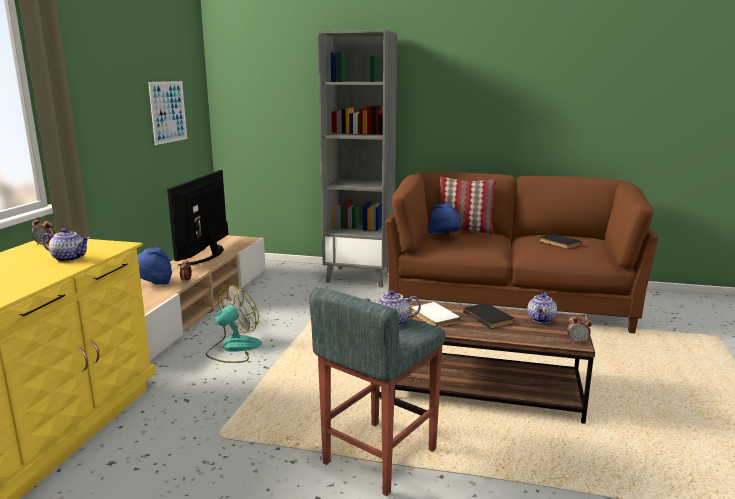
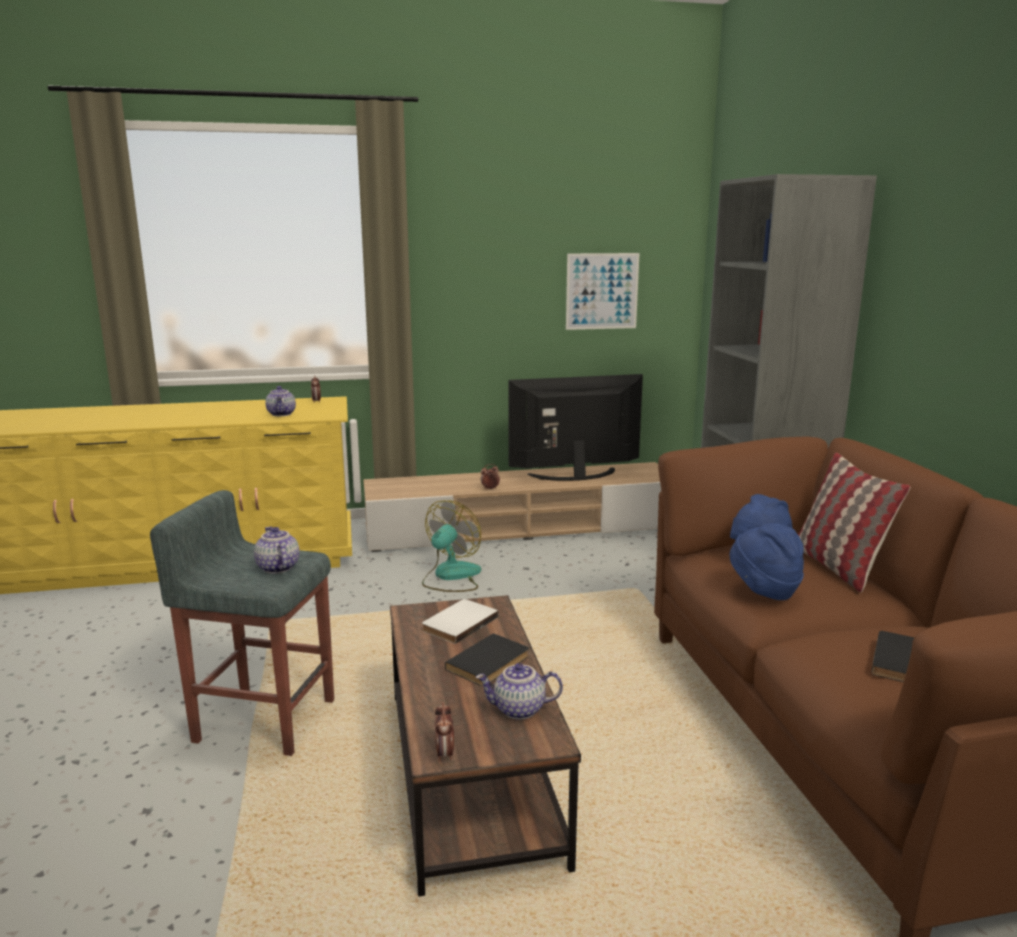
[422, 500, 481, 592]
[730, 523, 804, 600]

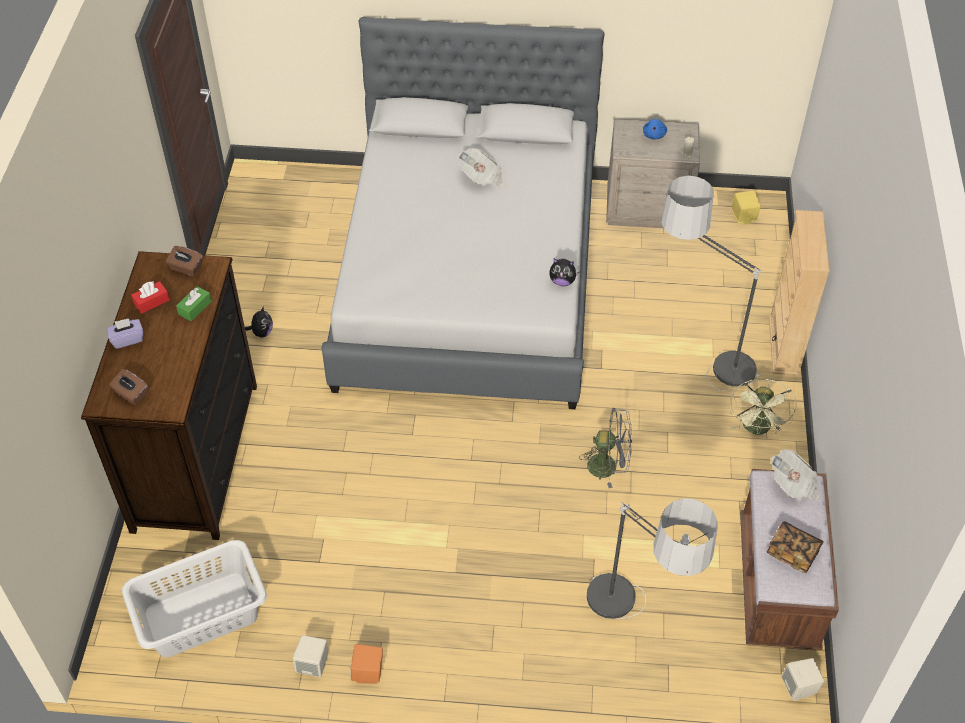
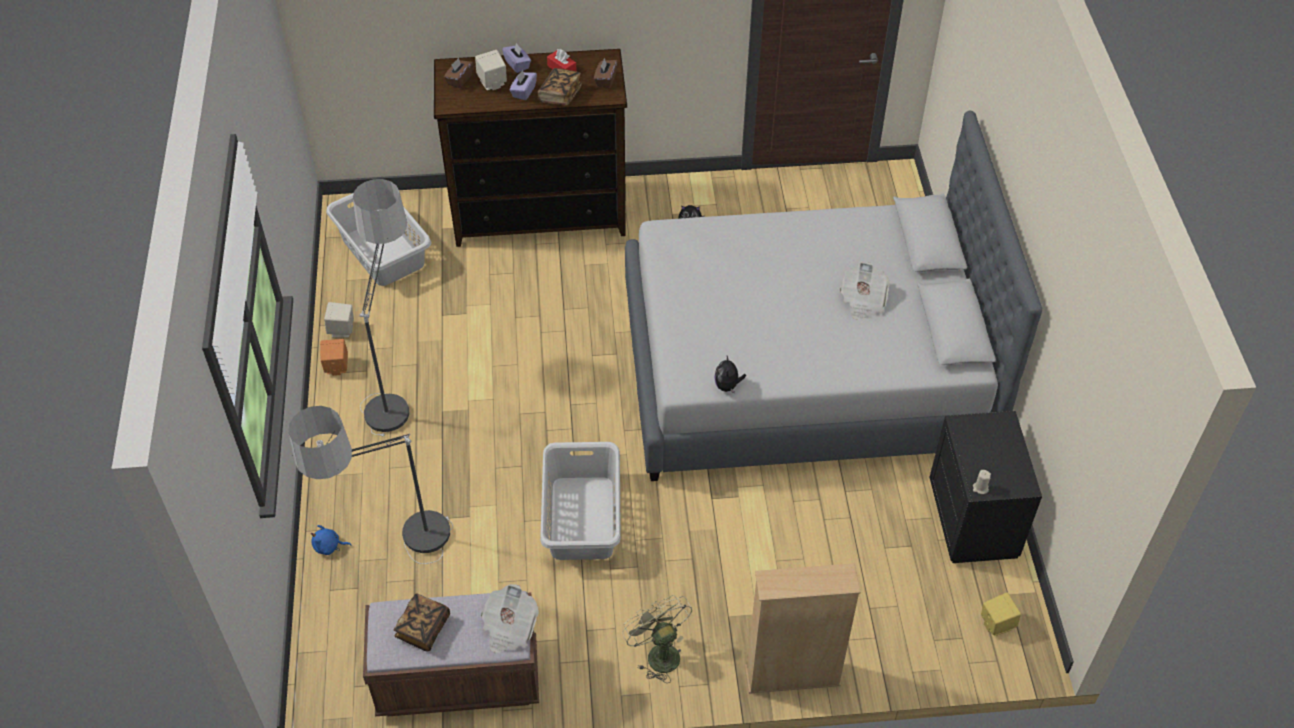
[311, 525, 351, 555]
[353, 179, 409, 437]
[475, 50, 507, 90]
[510, 70, 537, 100]
[537, 68, 582, 105]
[540, 442, 621, 560]
[622, 595, 692, 683]
[929, 411, 1042, 563]

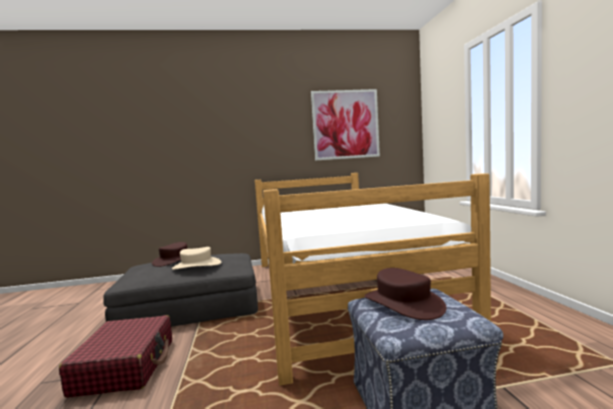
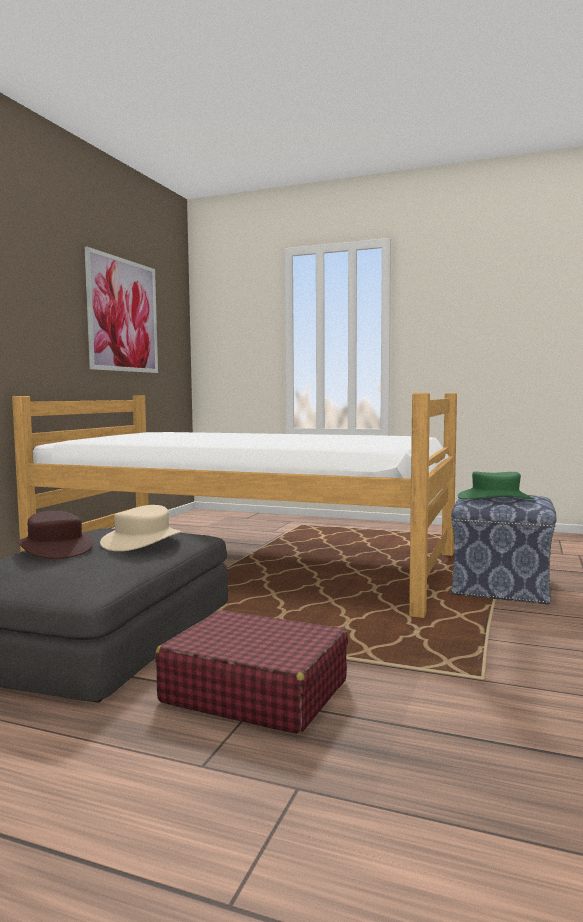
[458, 471, 535, 499]

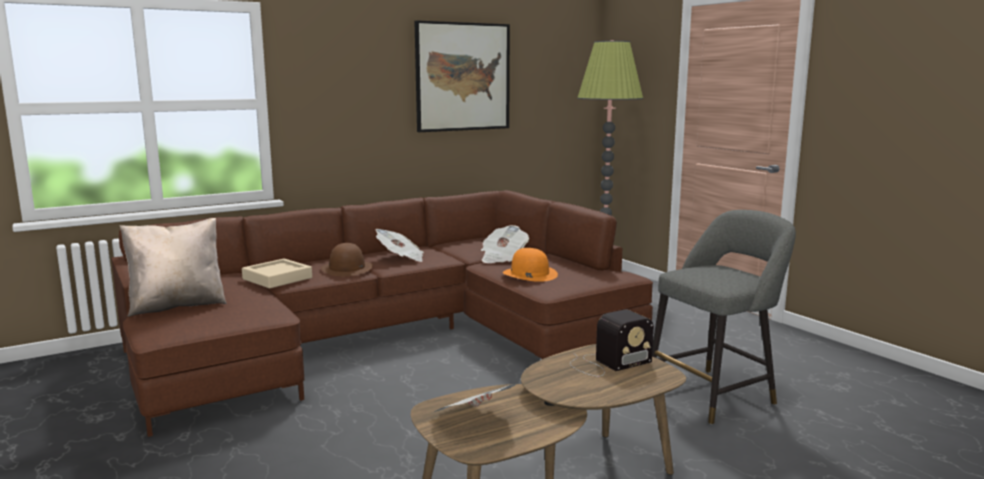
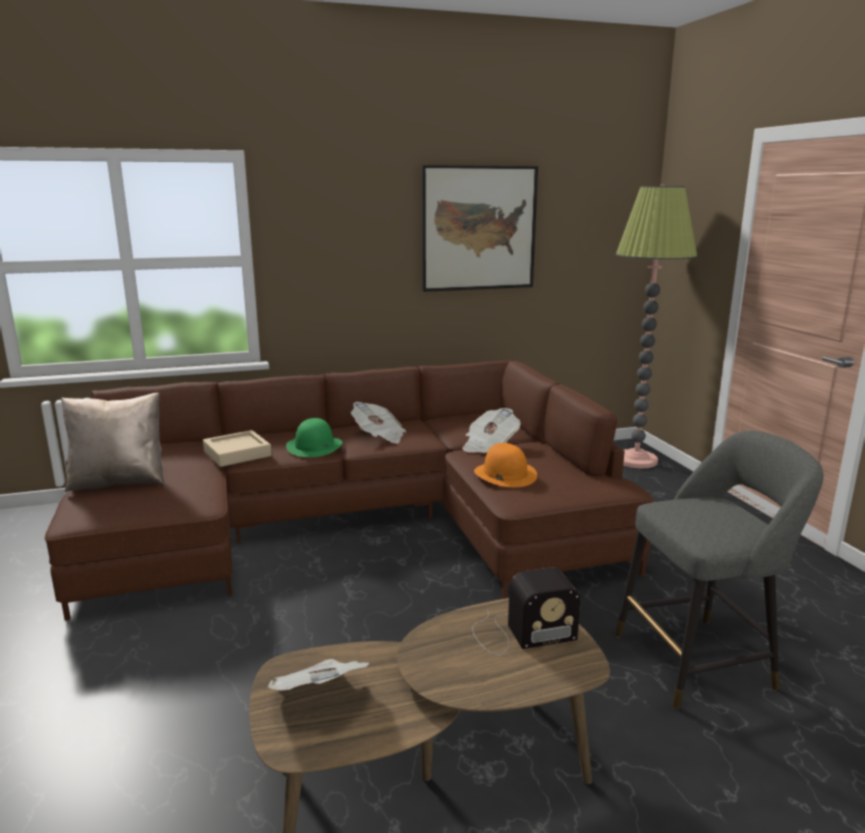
[286, 418, 342, 457]

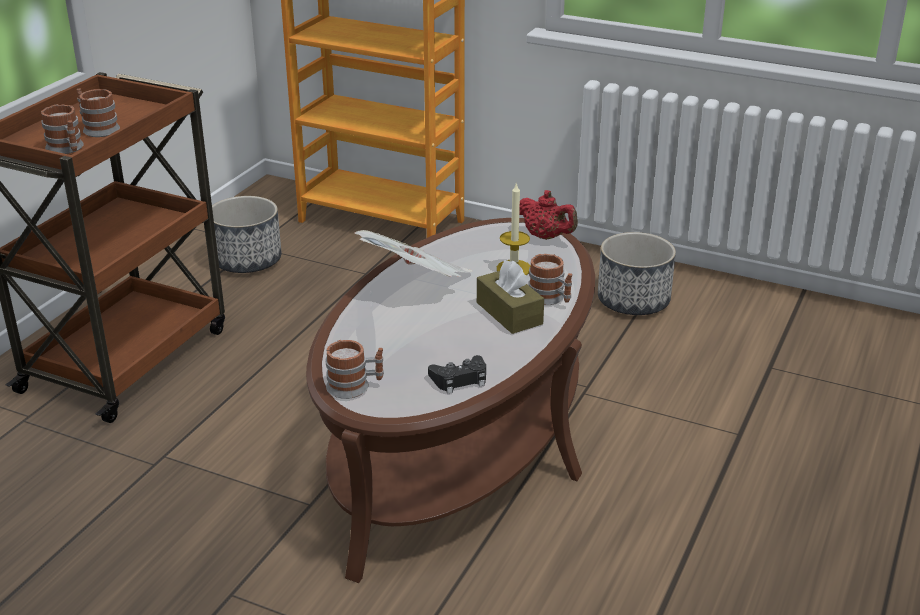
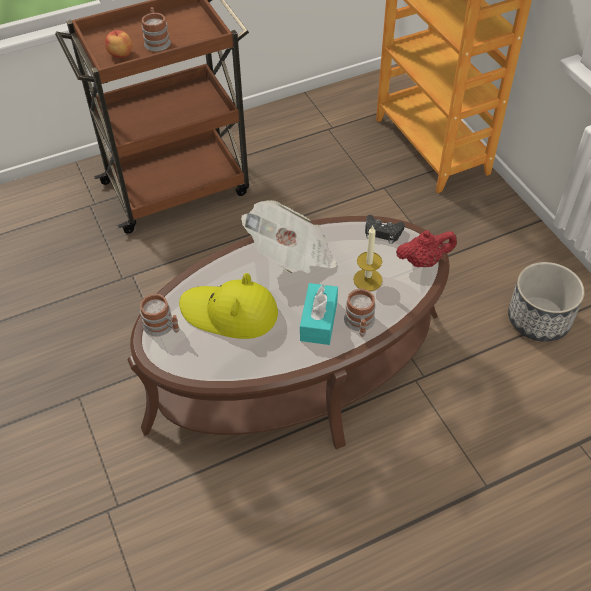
[105, 30, 133, 58]
[179, 273, 278, 339]
[300, 283, 338, 345]
[365, 215, 405, 244]
[396, 230, 457, 267]
[212, 196, 281, 273] (first image)

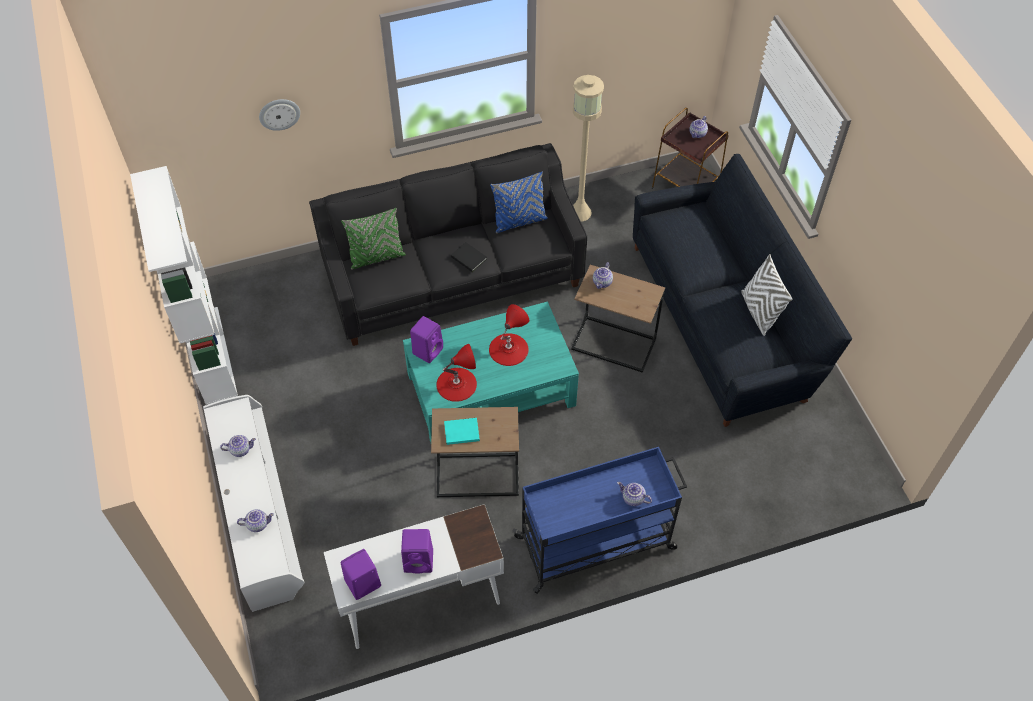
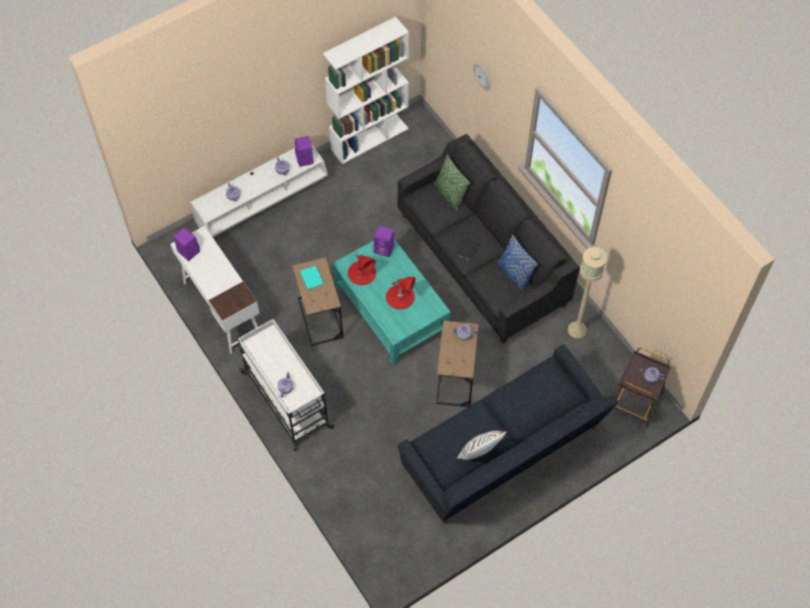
[238, 319, 334, 451]
[295, 136, 314, 167]

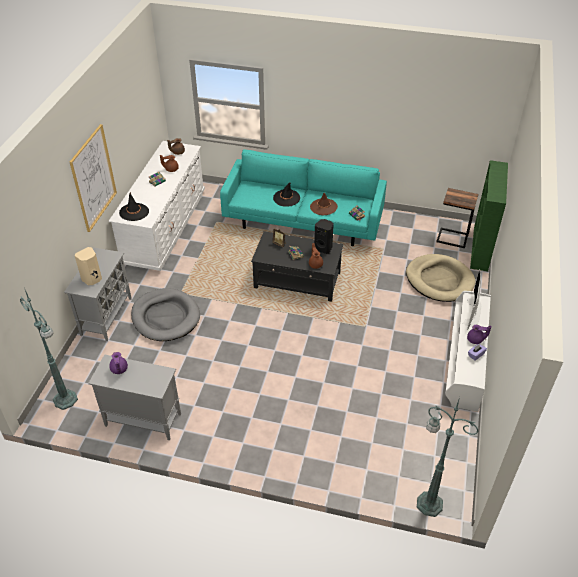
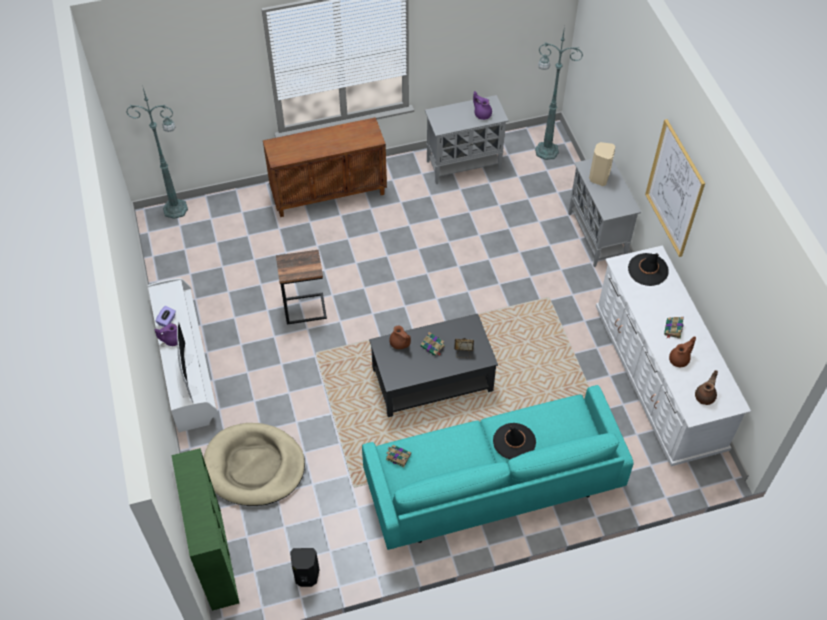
[263, 117, 387, 217]
[276, 250, 327, 325]
[290, 548, 320, 587]
[131, 288, 200, 341] (first image)
[310, 193, 338, 215] (first image)

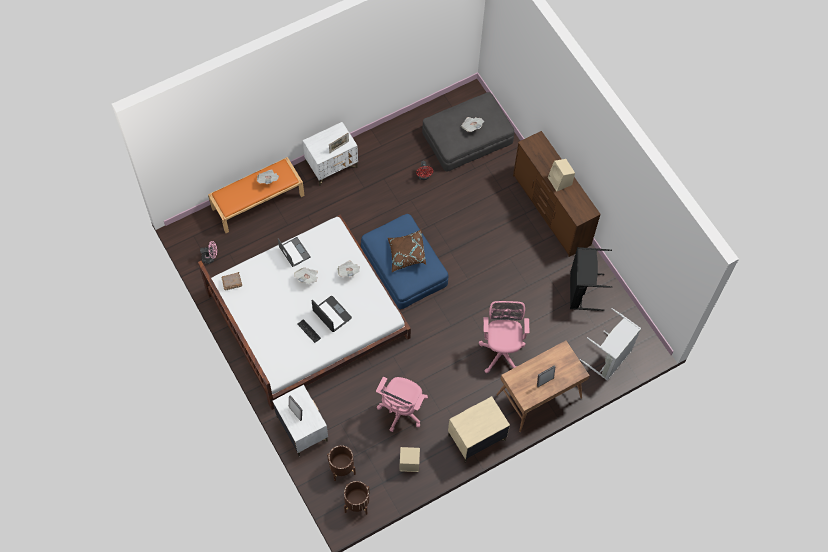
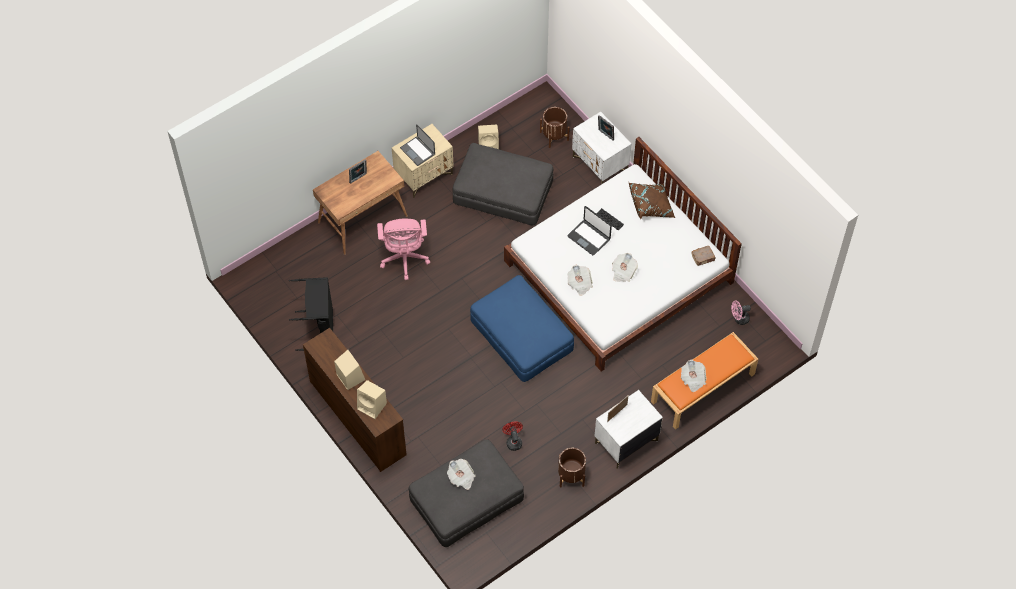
[357, 380, 387, 419]
[400, 124, 435, 166]
[452, 143, 553, 225]
[558, 448, 586, 488]
[629, 183, 675, 219]
[580, 308, 641, 381] (first image)

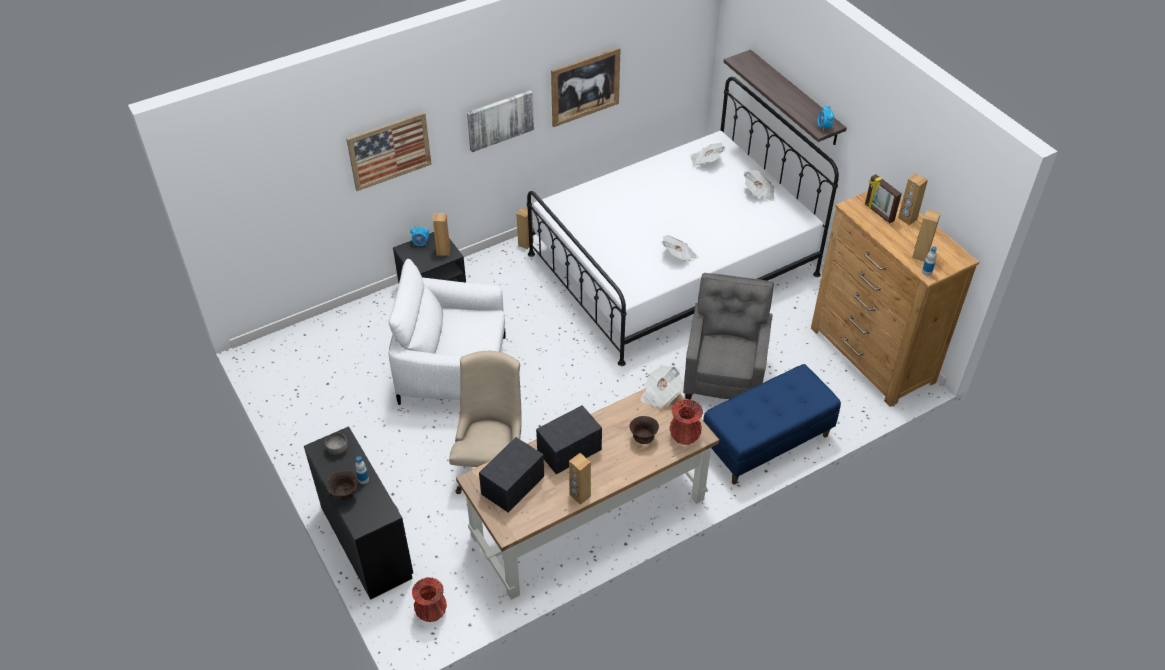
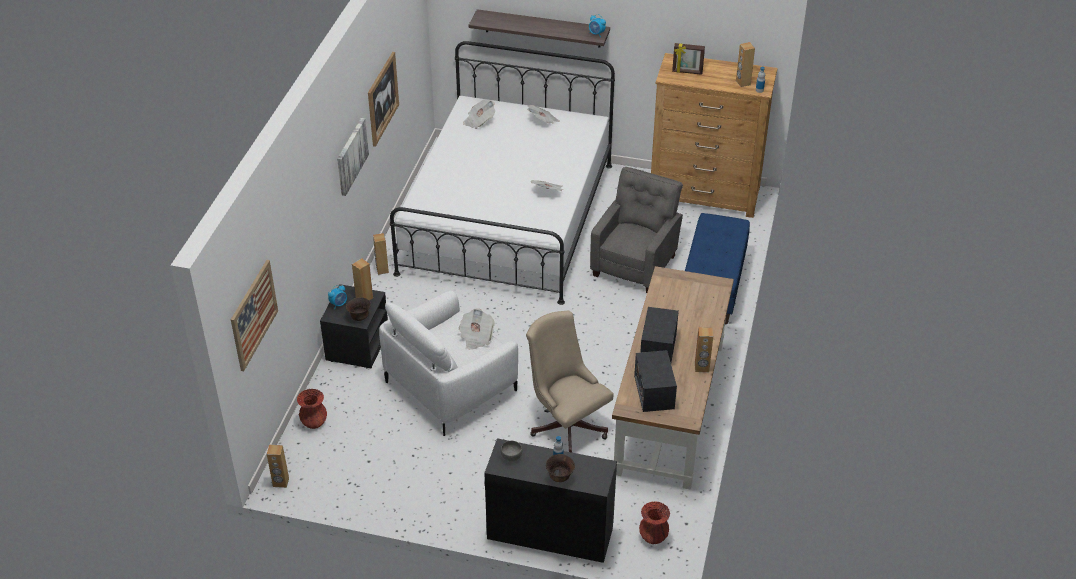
[231, 260, 278, 371]
[267, 445, 289, 488]
[297, 389, 327, 429]
[346, 297, 371, 321]
[459, 308, 495, 350]
[590, 167, 683, 293]

